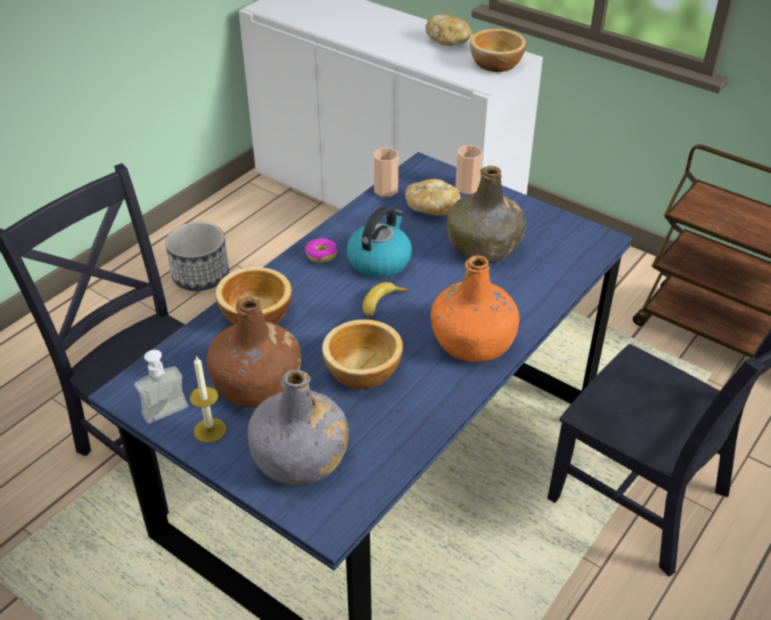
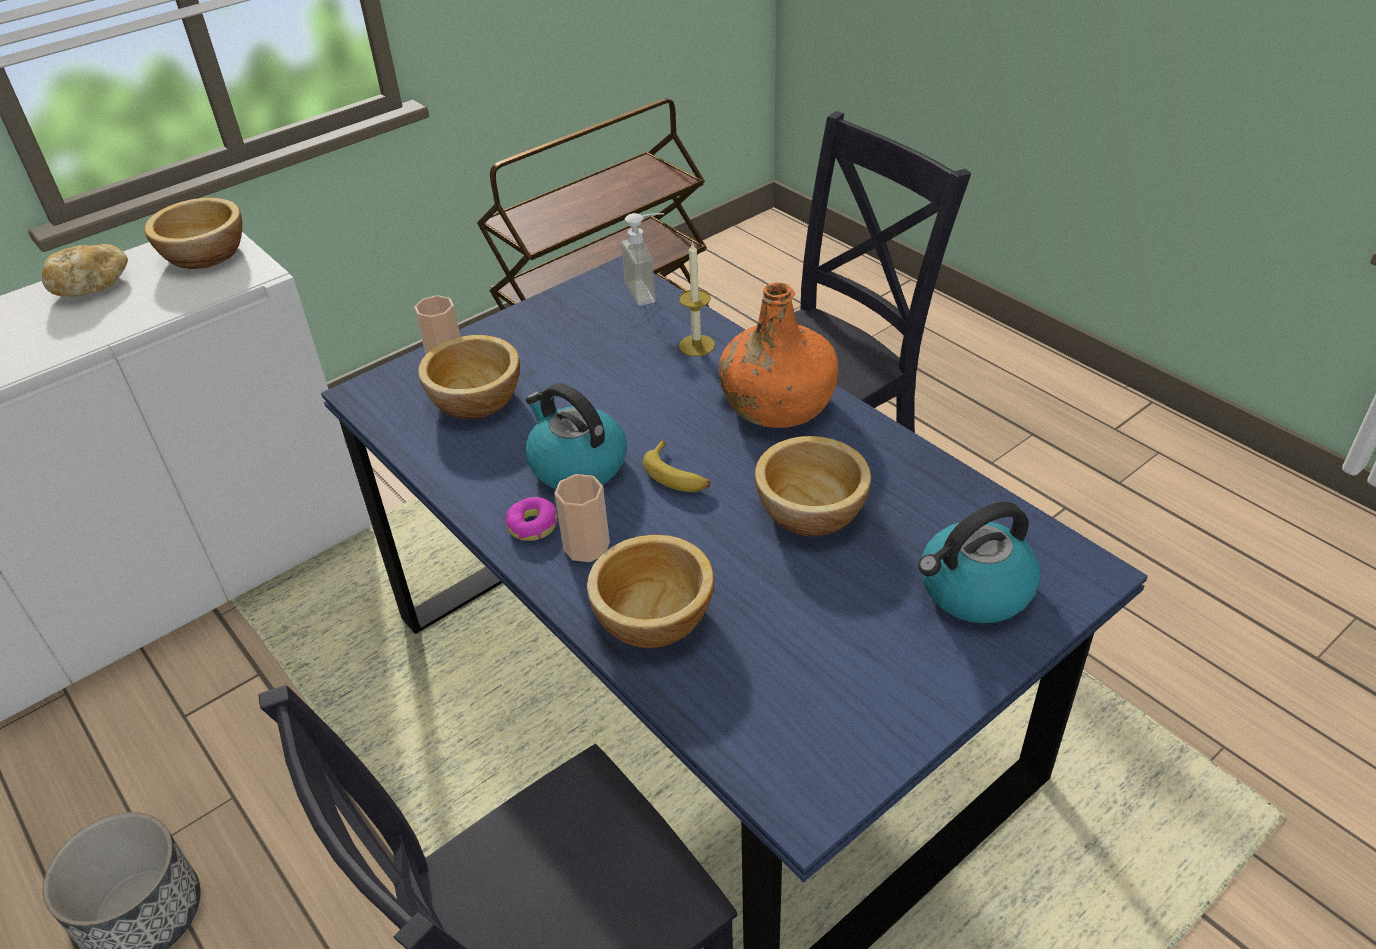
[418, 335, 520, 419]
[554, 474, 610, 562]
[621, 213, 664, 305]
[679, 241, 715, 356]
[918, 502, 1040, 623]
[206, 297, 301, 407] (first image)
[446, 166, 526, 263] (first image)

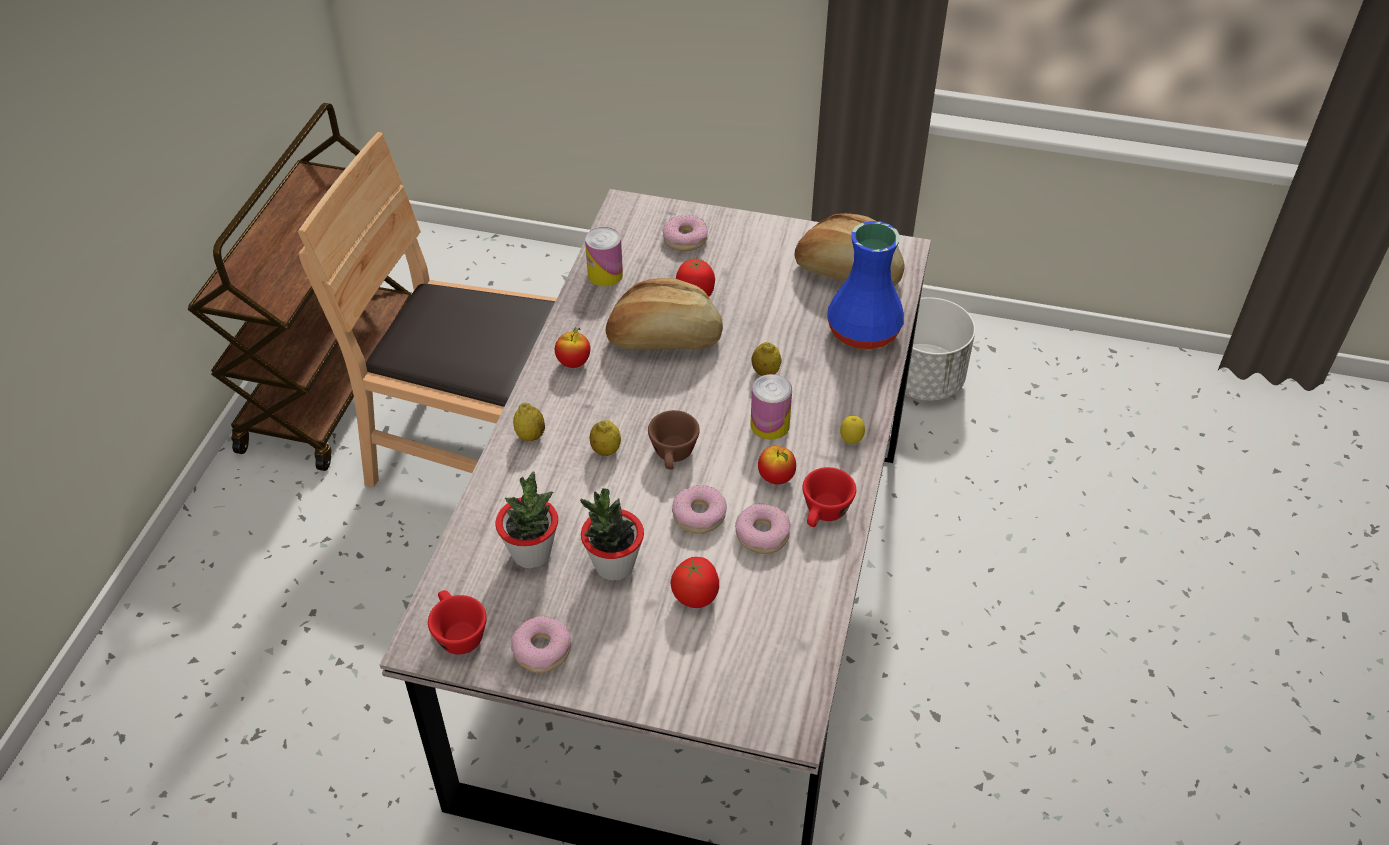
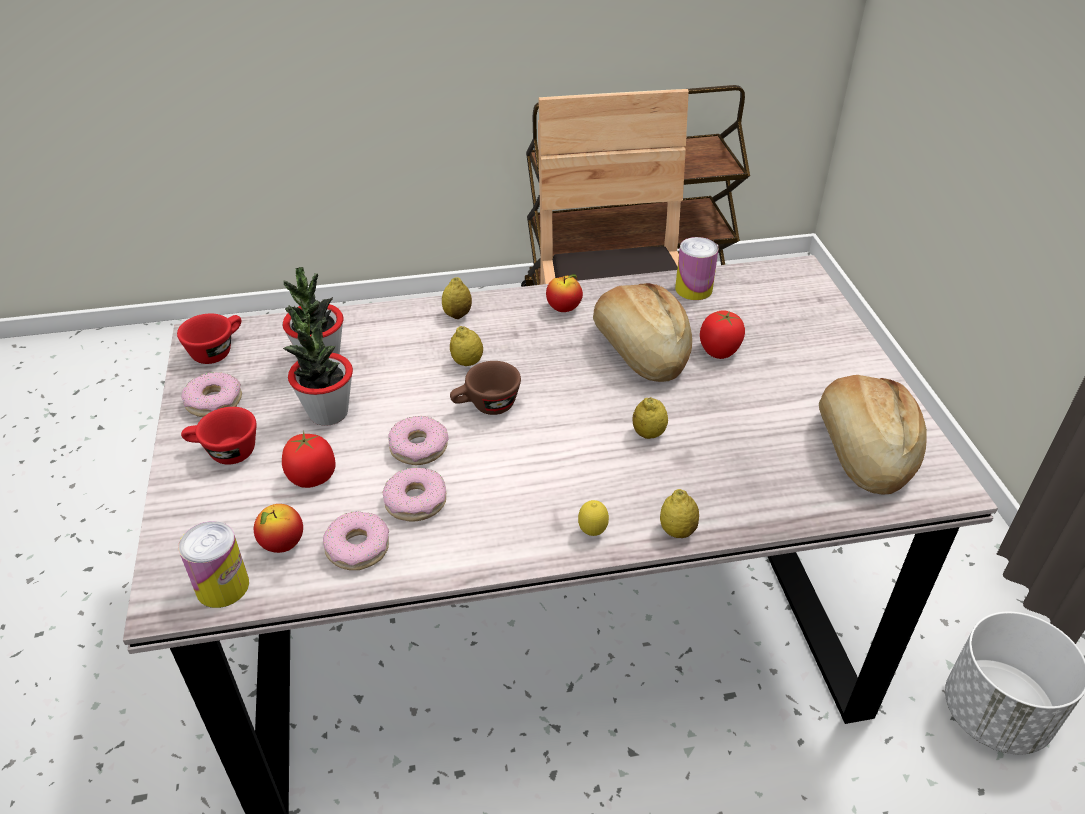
[178, 521, 249, 608]
[181, 407, 256, 465]
[254, 504, 303, 553]
[323, 511, 389, 570]
[660, 489, 699, 538]
[827, 221, 904, 350] (first image)

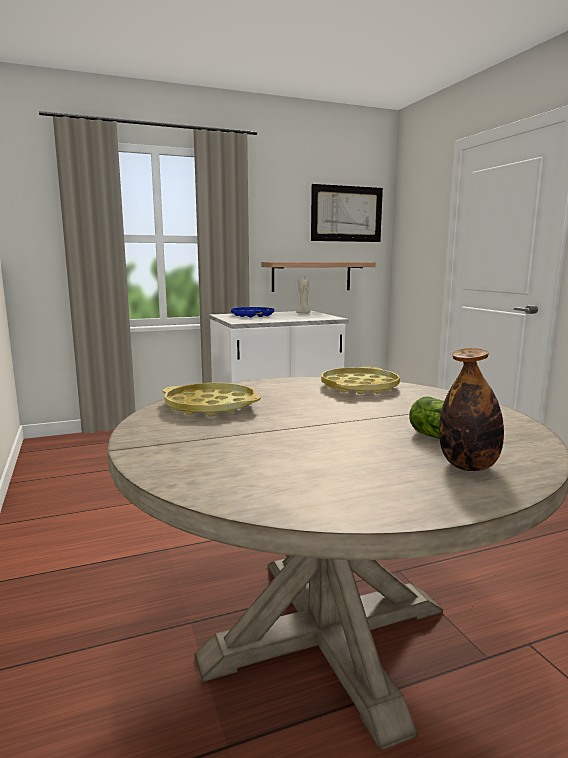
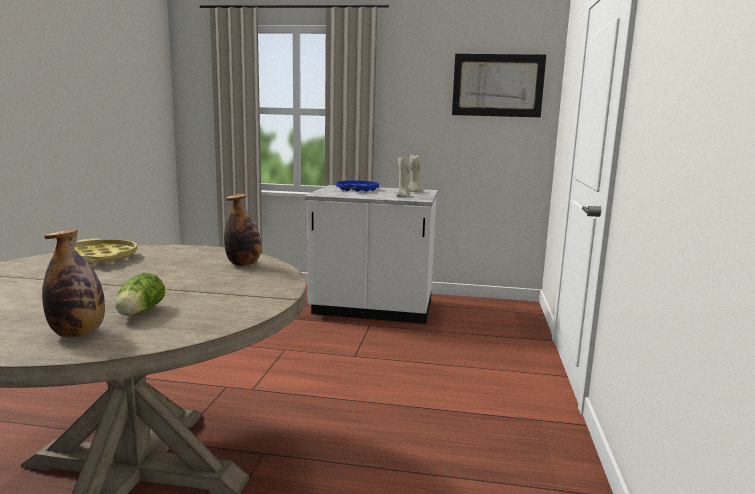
[224, 194, 261, 266]
[396, 156, 410, 197]
[261, 262, 376, 292] (first image)

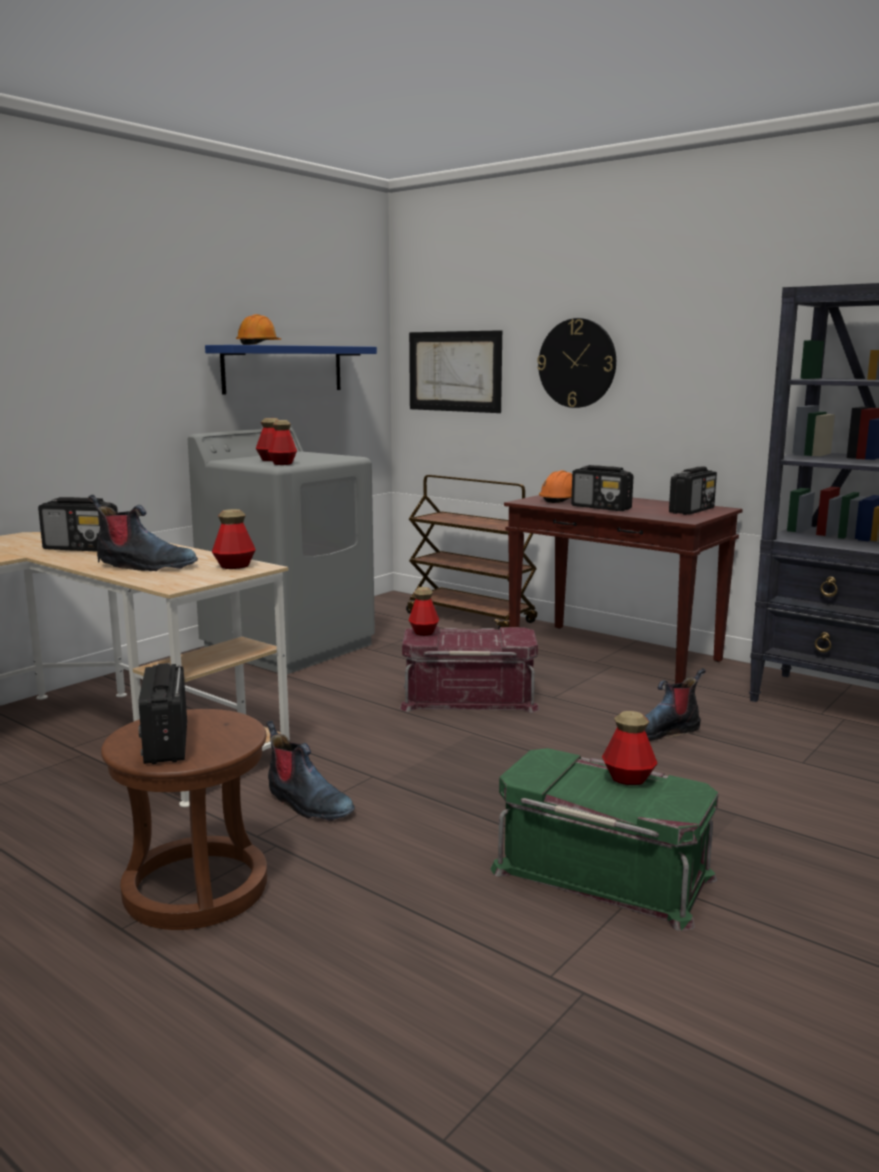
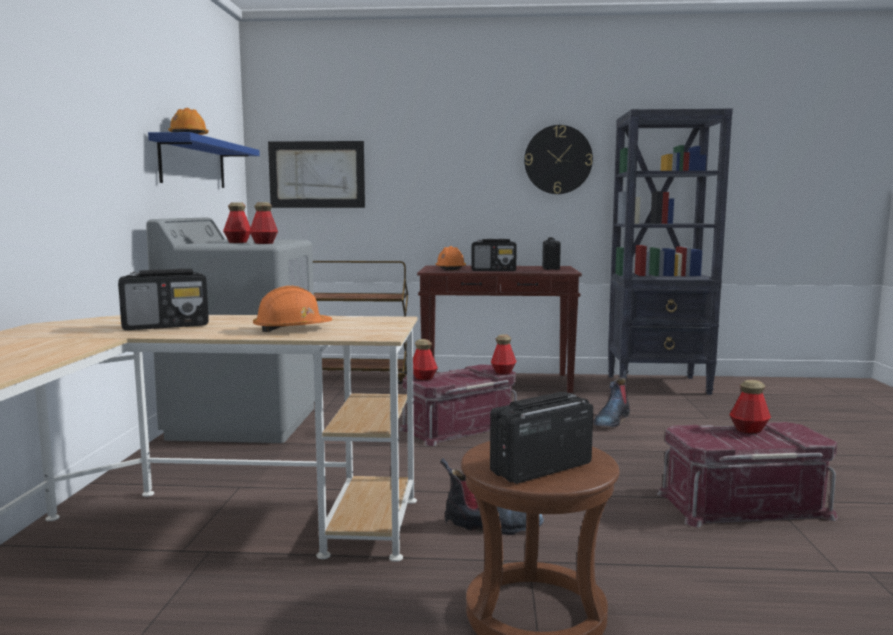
[253, 286, 332, 332]
[490, 392, 593, 484]
[491, 334, 516, 375]
[524, 125, 593, 194]
[657, 422, 838, 527]

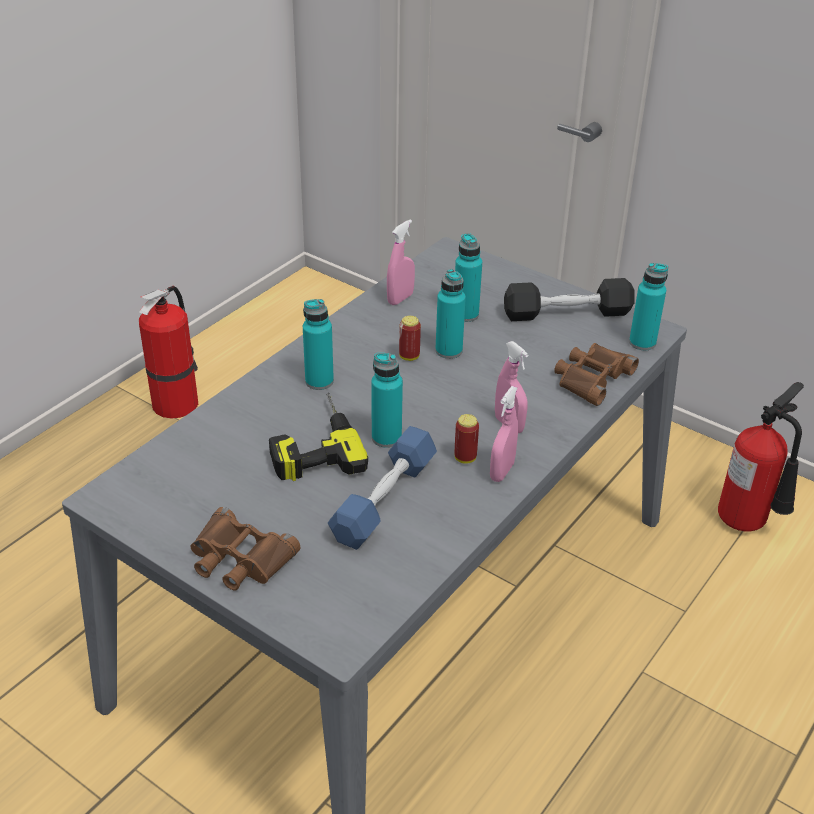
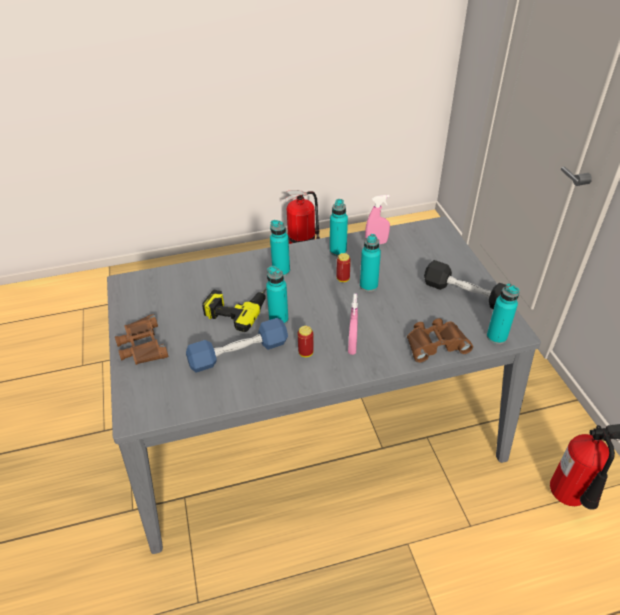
[330, 199, 348, 256]
[490, 386, 518, 482] (first image)

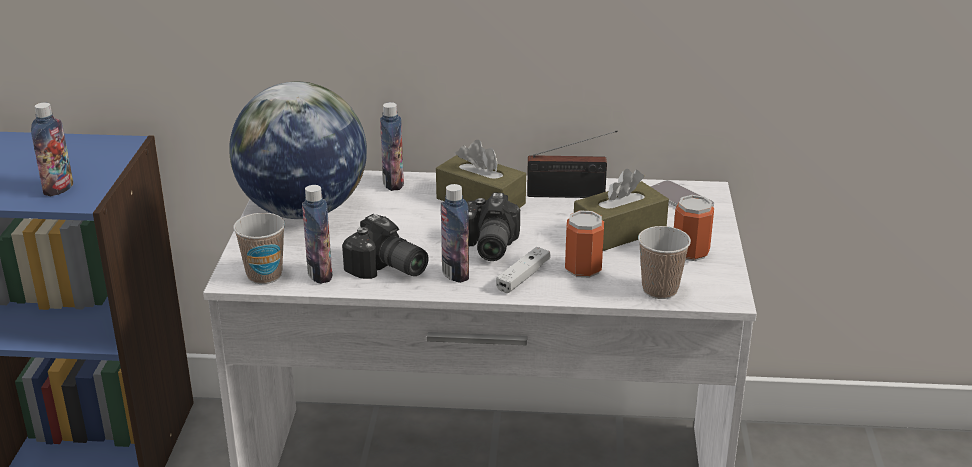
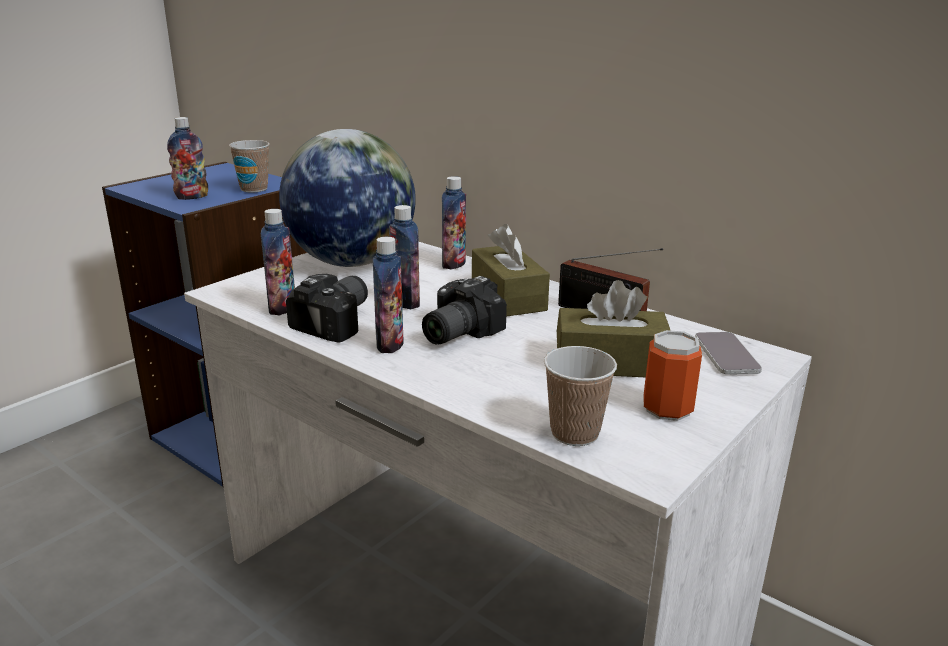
[229, 140, 270, 193]
[286, 274, 368, 343]
[389, 205, 420, 310]
[496, 247, 550, 293] (first image)
[565, 210, 604, 278] (first image)

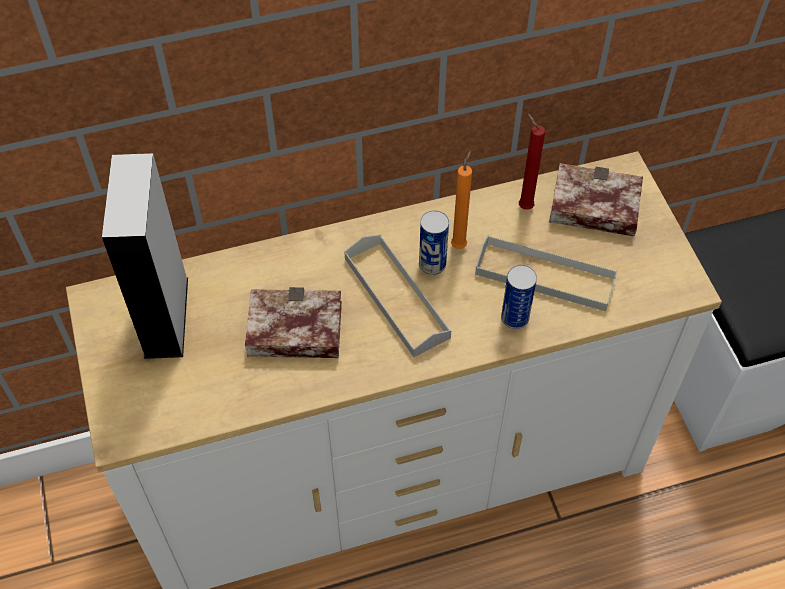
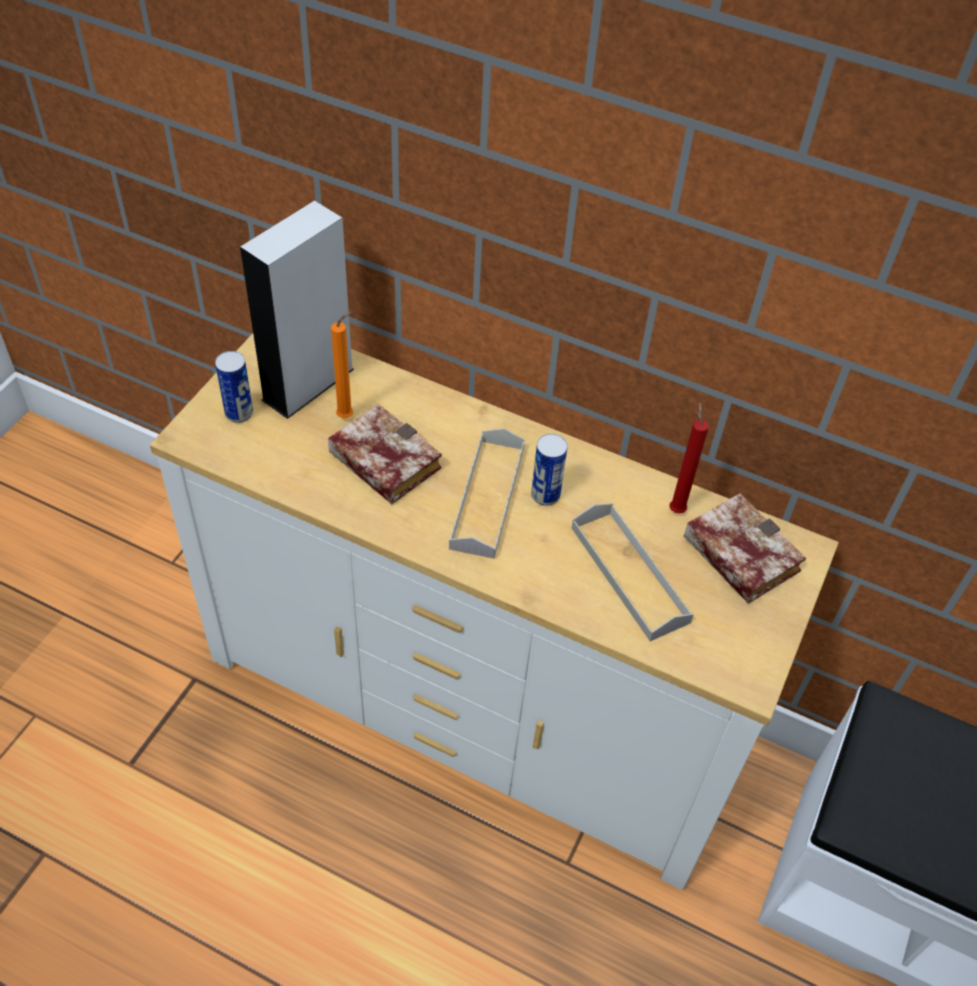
[215, 351, 253, 423]
[331, 311, 353, 418]

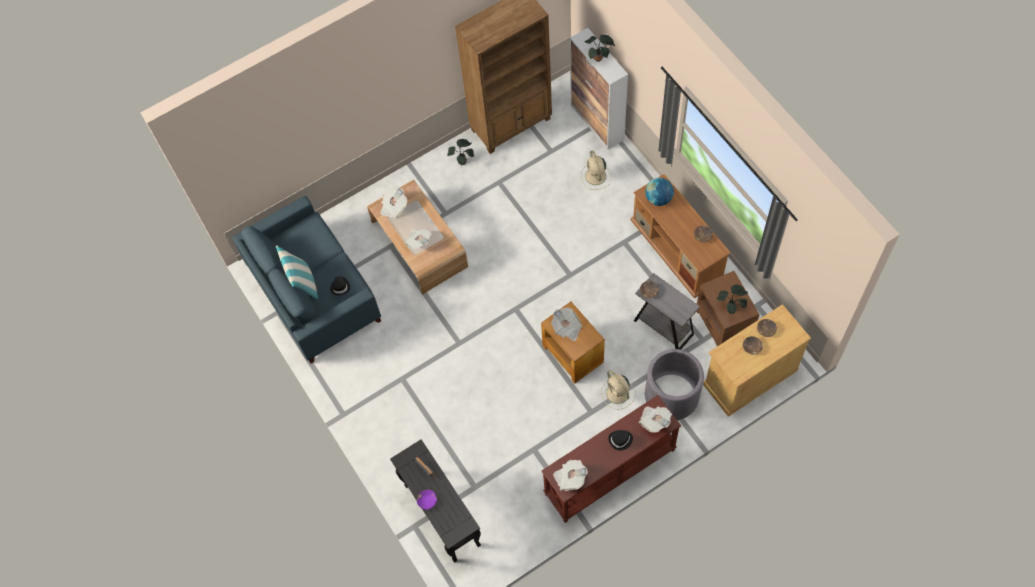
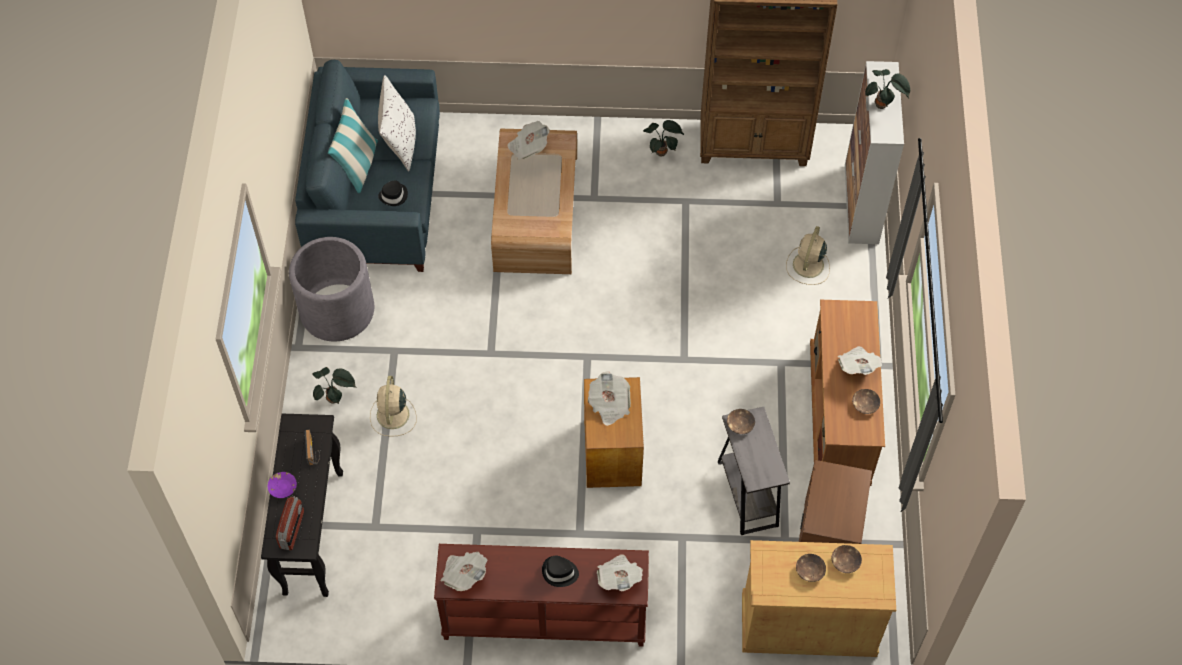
[276, 496, 304, 550]
[289, 237, 374, 341]
[312, 367, 357, 404]
[370, 376, 417, 437]
[378, 75, 416, 171]
[838, 346, 882, 375]
[645, 178, 674, 206] (first image)

